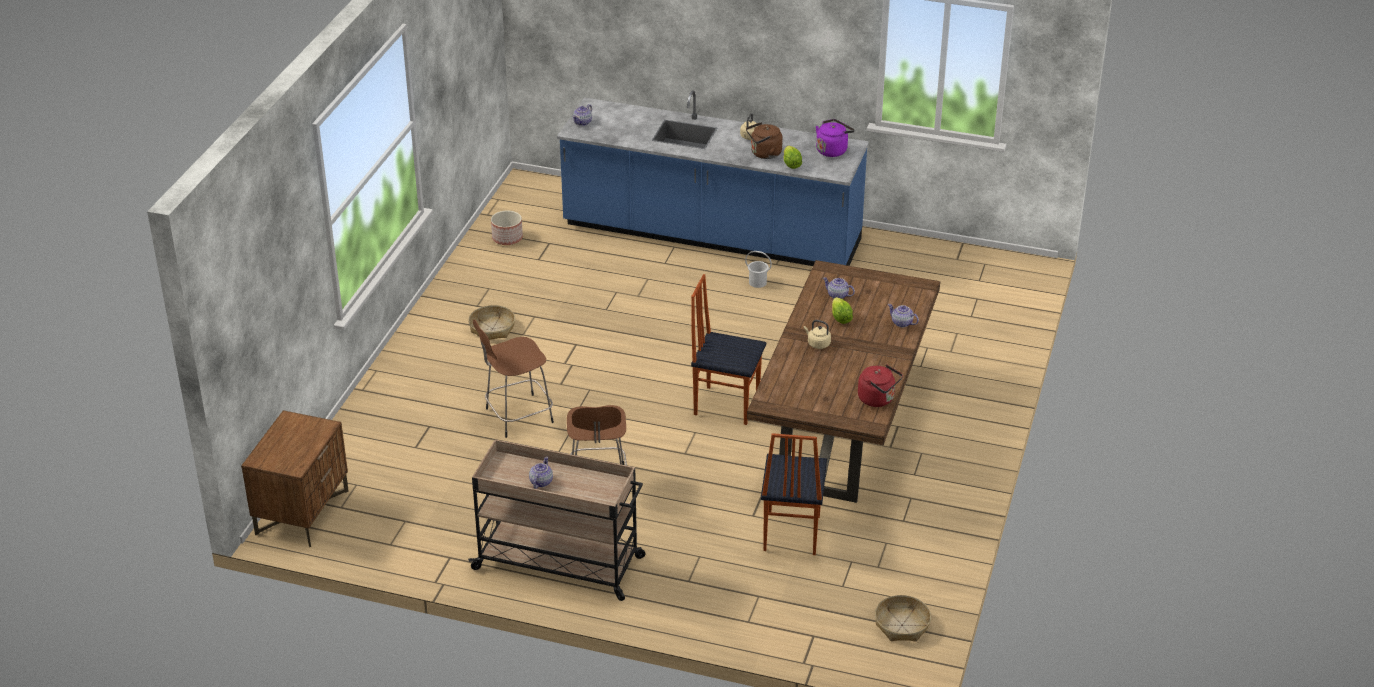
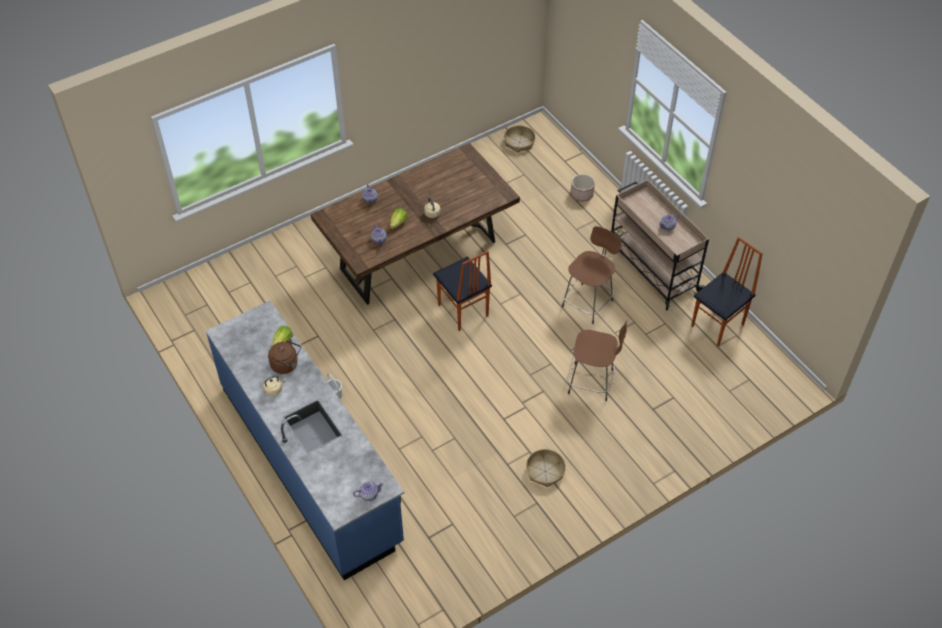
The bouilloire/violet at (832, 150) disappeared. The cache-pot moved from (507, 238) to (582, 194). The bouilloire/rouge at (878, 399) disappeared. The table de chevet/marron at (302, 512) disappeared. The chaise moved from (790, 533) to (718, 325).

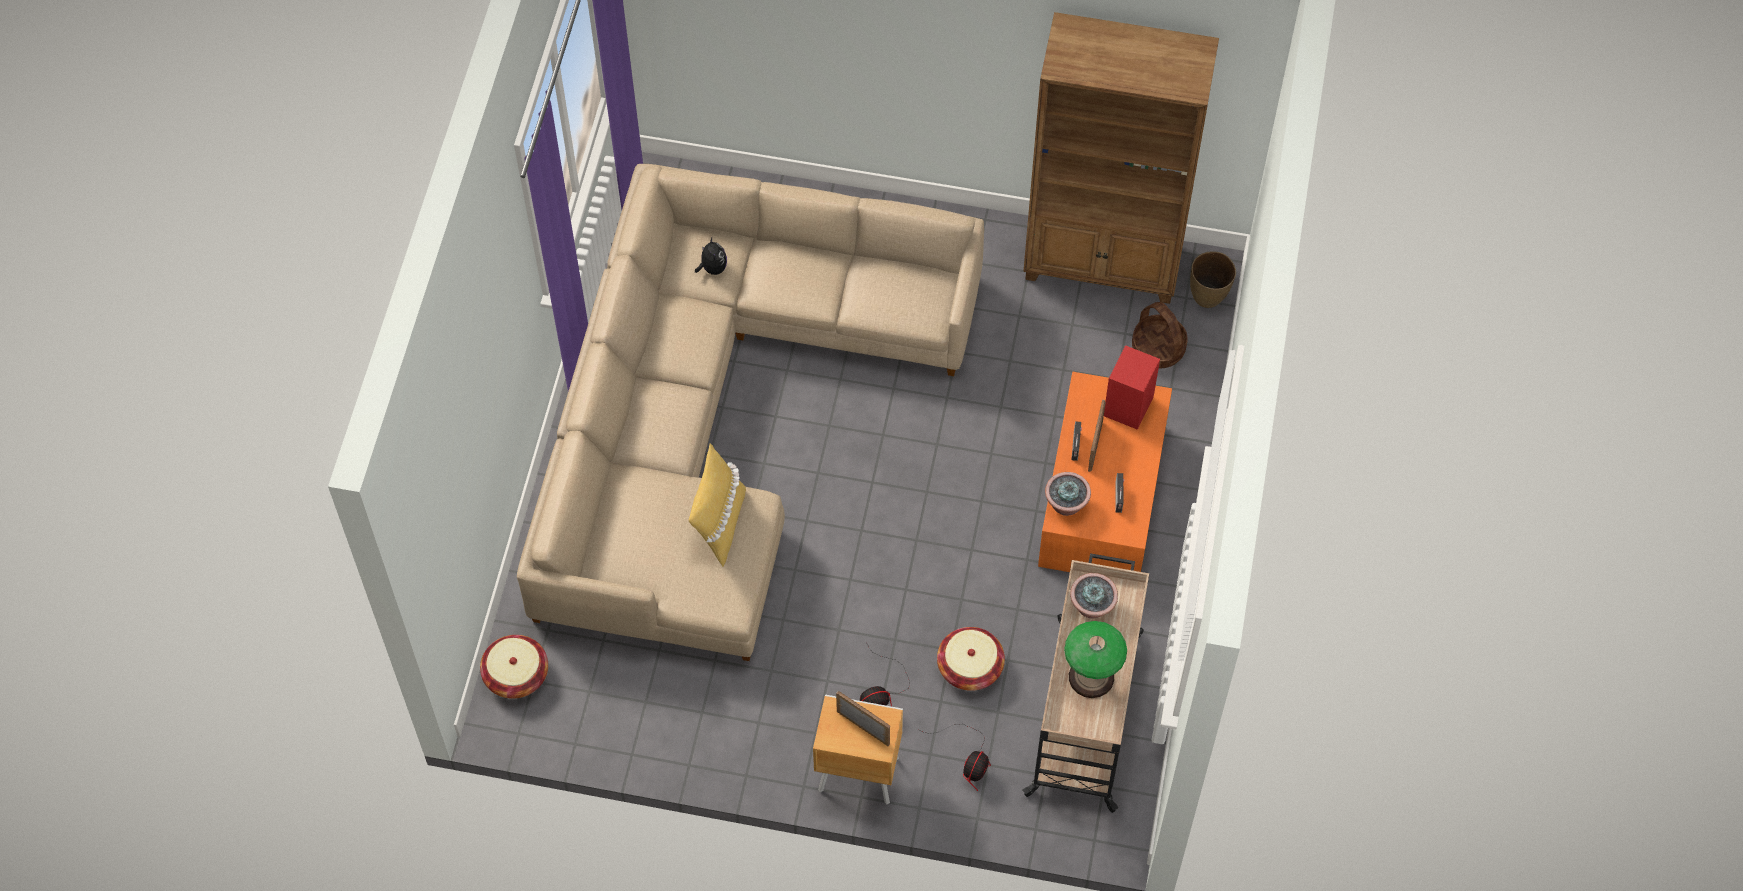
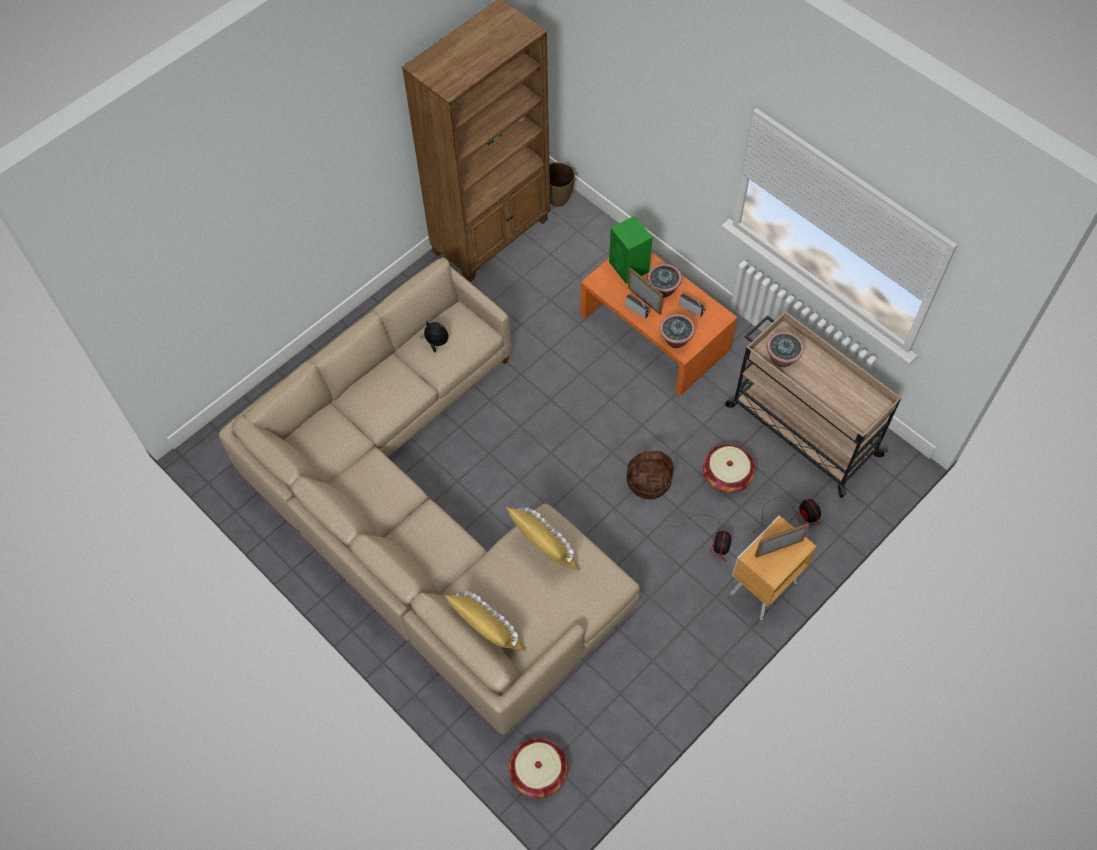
The peluche moved from (712, 268) to (436, 343). The panier moved from (1158, 348) to (648, 481). The enceinte/rouge at (1127, 407) became the enceinte/vert at (629, 267). The lampe de table at (1091, 676) disappeared. The plante en pot at (663, 290) appeared. The coussin/jaune at (487, 635) appeared.

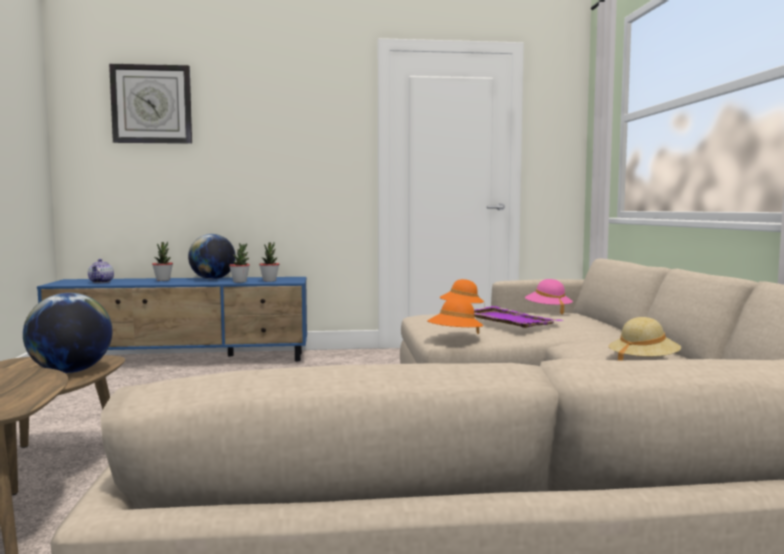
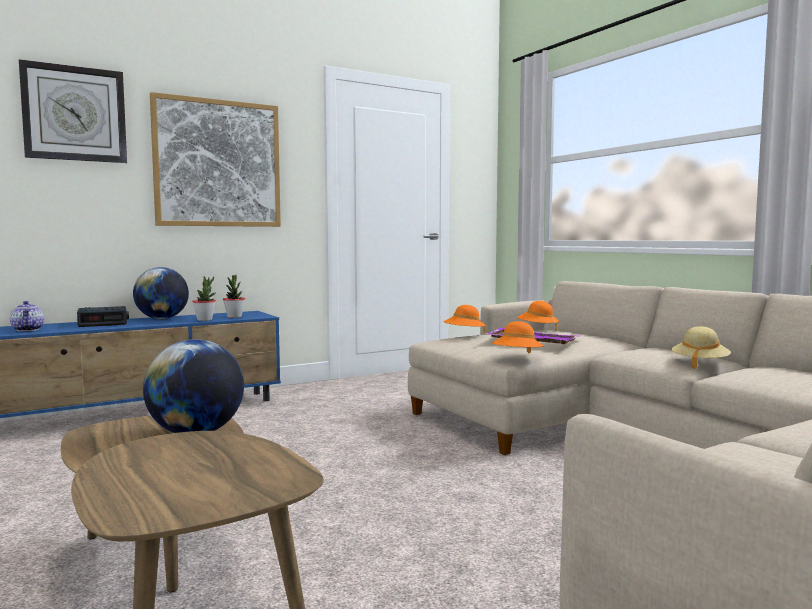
The plante en pot at (163, 280) was replaced by the réveil at (103, 323). The chapeau/rose at (548, 311) became the chapeau/orange at (537, 329). The tableau at (218, 164) appeared.

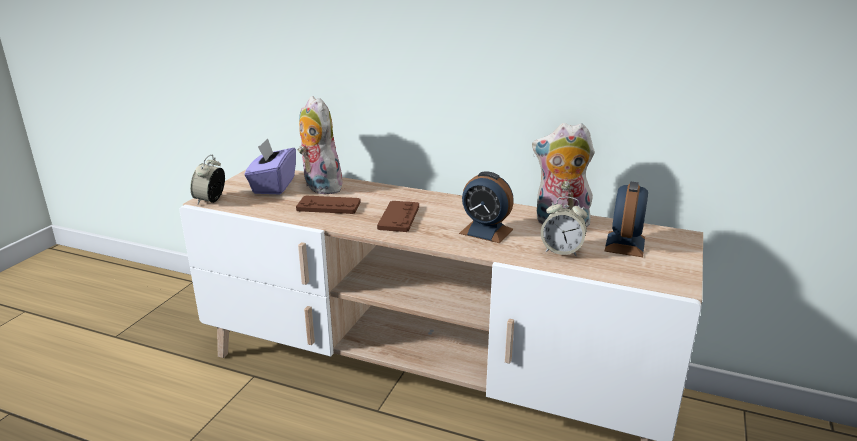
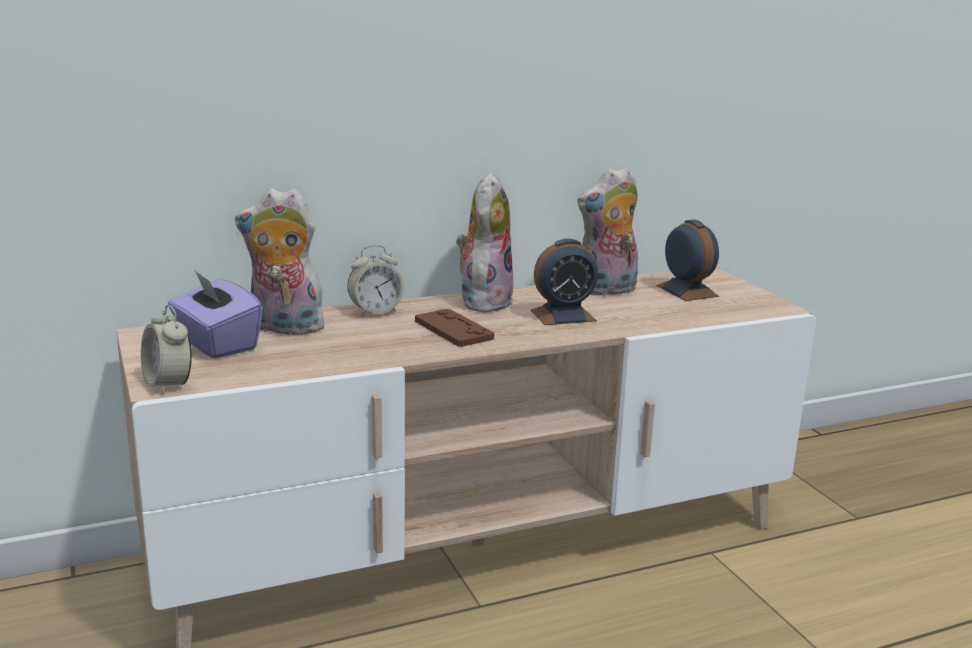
The manette/marron at (328, 206) disappeared. The réveil moved from (561, 251) to (375, 311). The peluche at (483, 301) appeared.

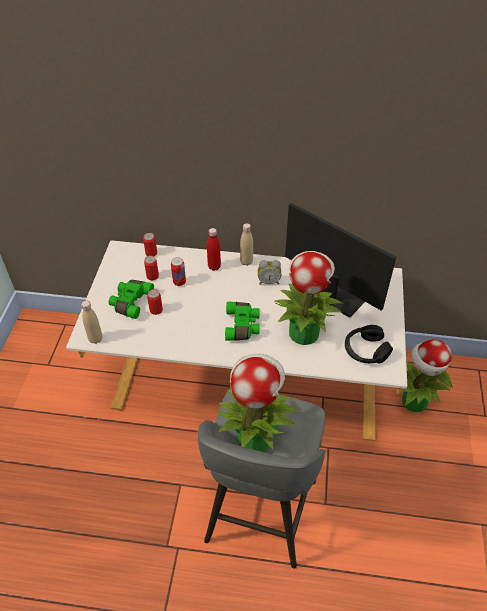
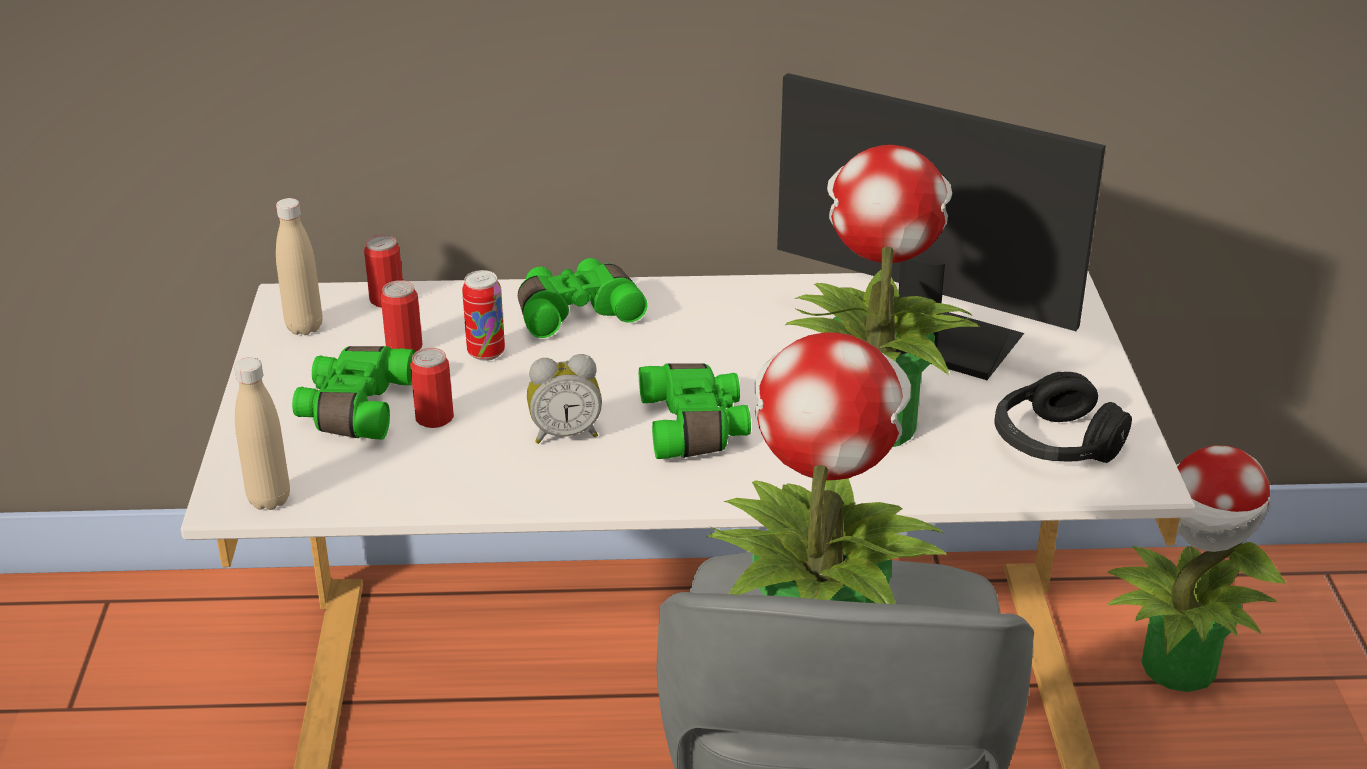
The bouteille/beige moved from (246, 262) to (304, 327). The bouteille/rouge at (214, 267) was replaced by the jumelles/vert at (576, 311). The réveil moved from (268, 281) to (565, 433).

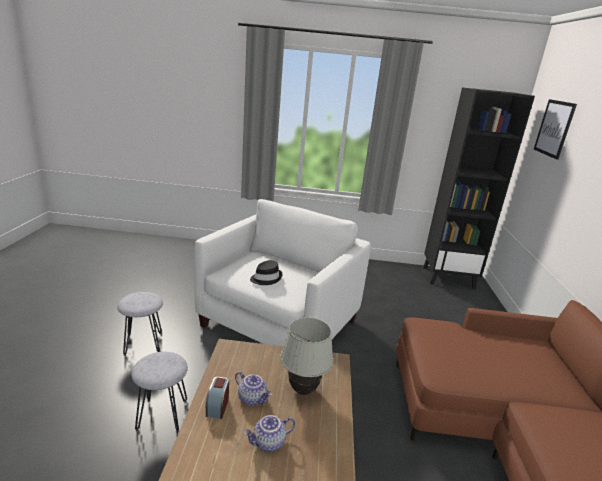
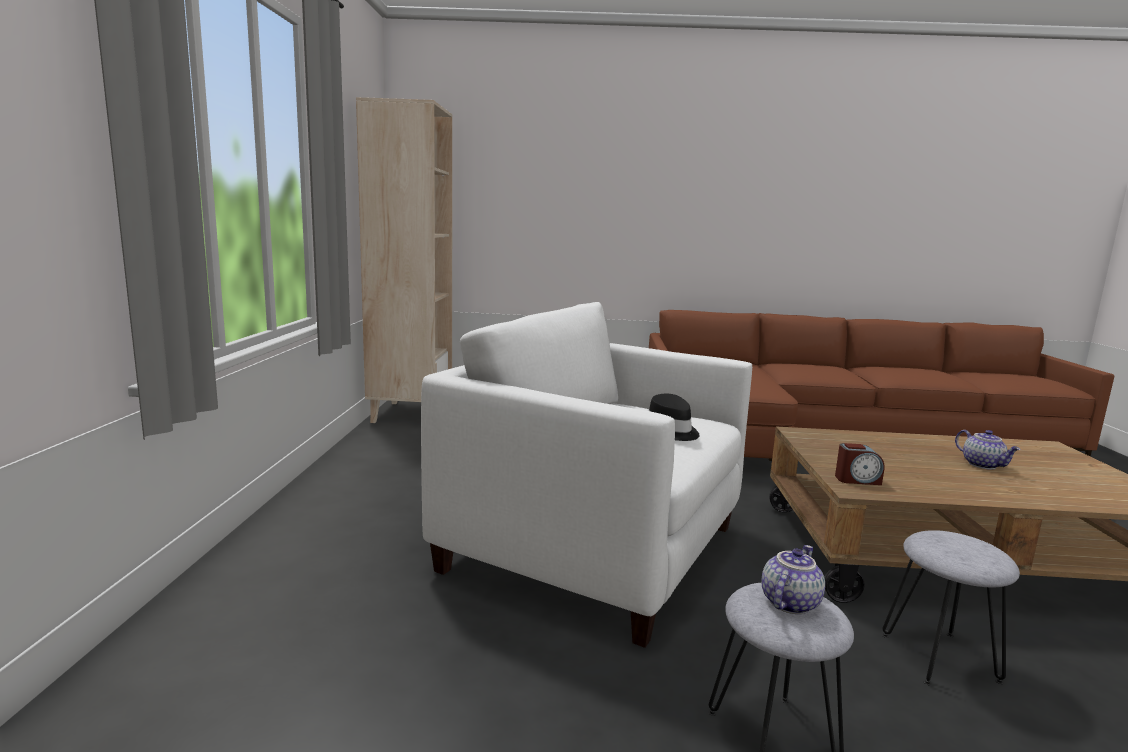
The bibliothèque/noir at (448, 277) became the bibliothèque/beige at (410, 413). The tableau at (554, 128) disappeared. The lampe de table/blanc at (303, 390) disappeared. The théière moved from (253, 398) to (788, 602). The réveil moved from (217, 406) to (857, 480).

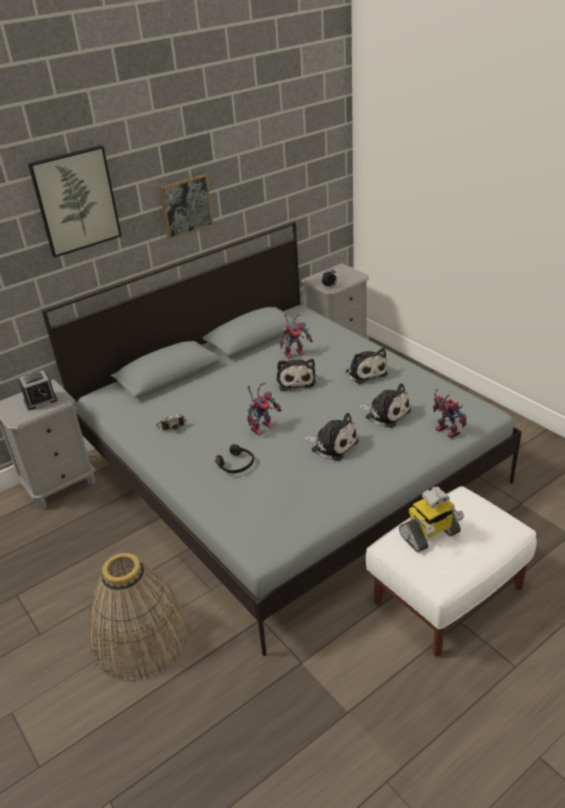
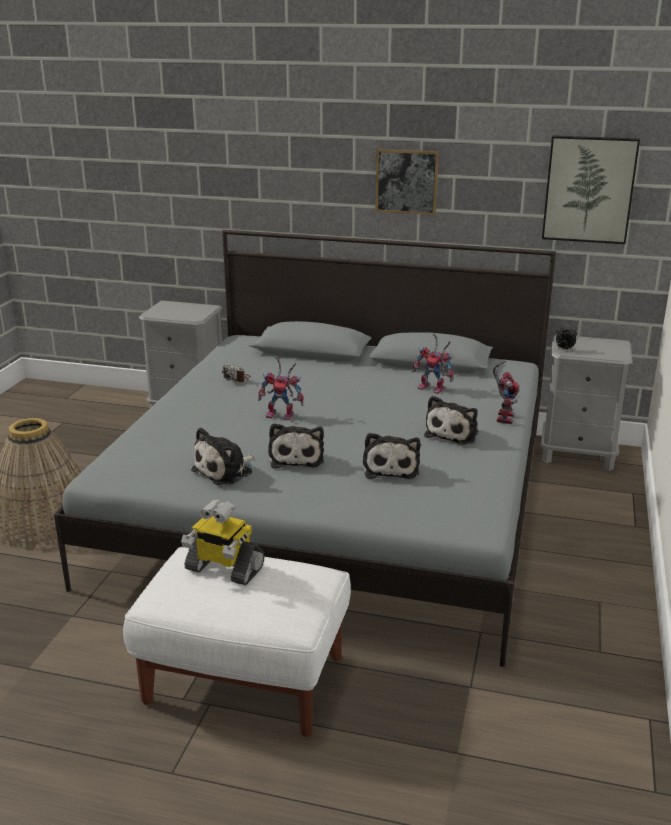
The tableau moved from (76, 201) to (589, 189). The peluche moved from (295, 380) to (225, 471). The réveil at (40, 400) disappeared. The robot jouet moved from (444, 431) to (503, 417). The casque audio/noir at (236, 464) disappeared.

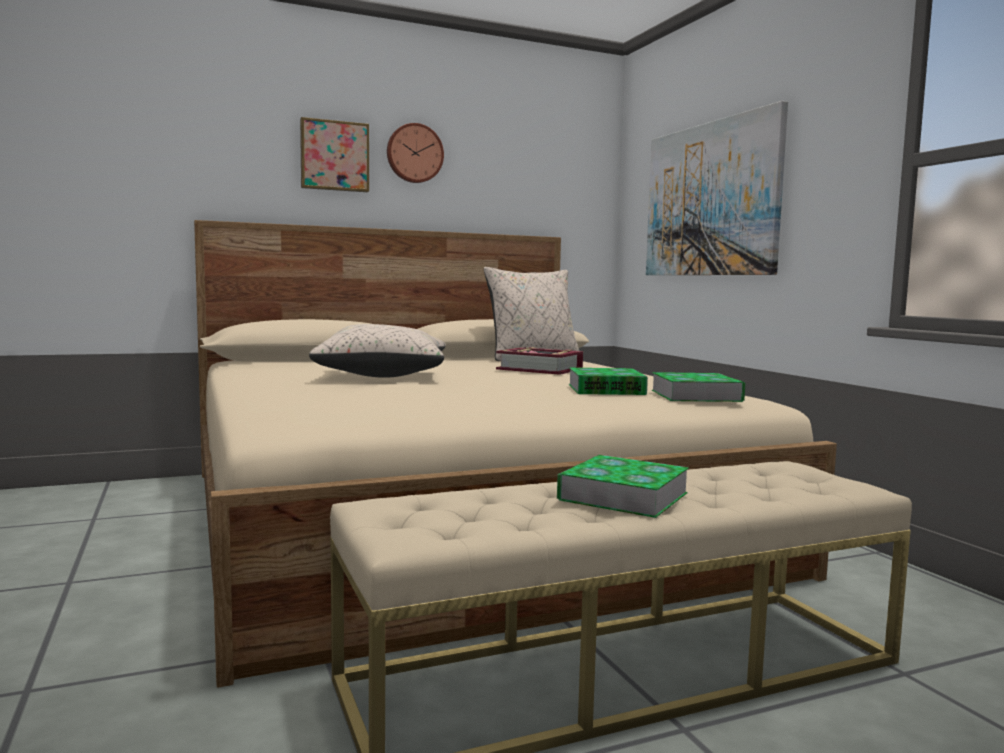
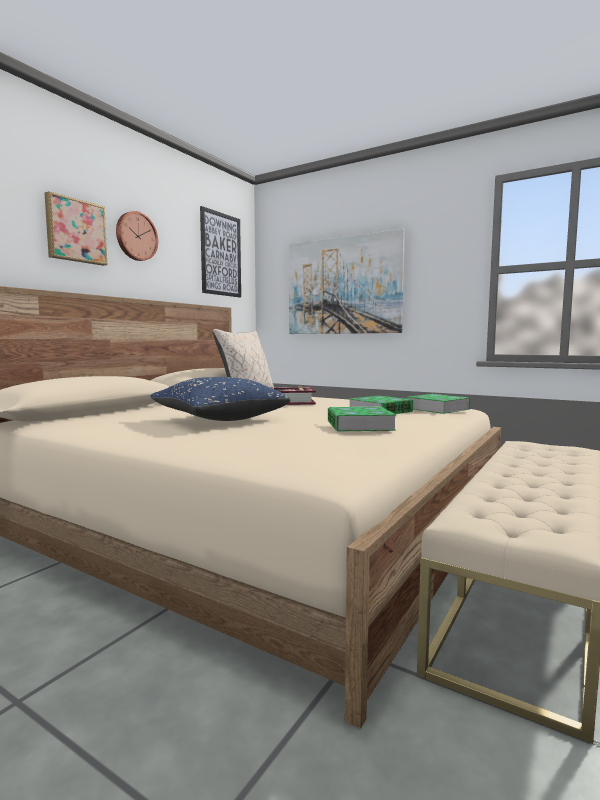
The coussin/beige at (383, 375) became the coussin/bleu at (219, 419). The livre moved from (623, 496) to (359, 425). The tableau at (221, 254) appeared.

